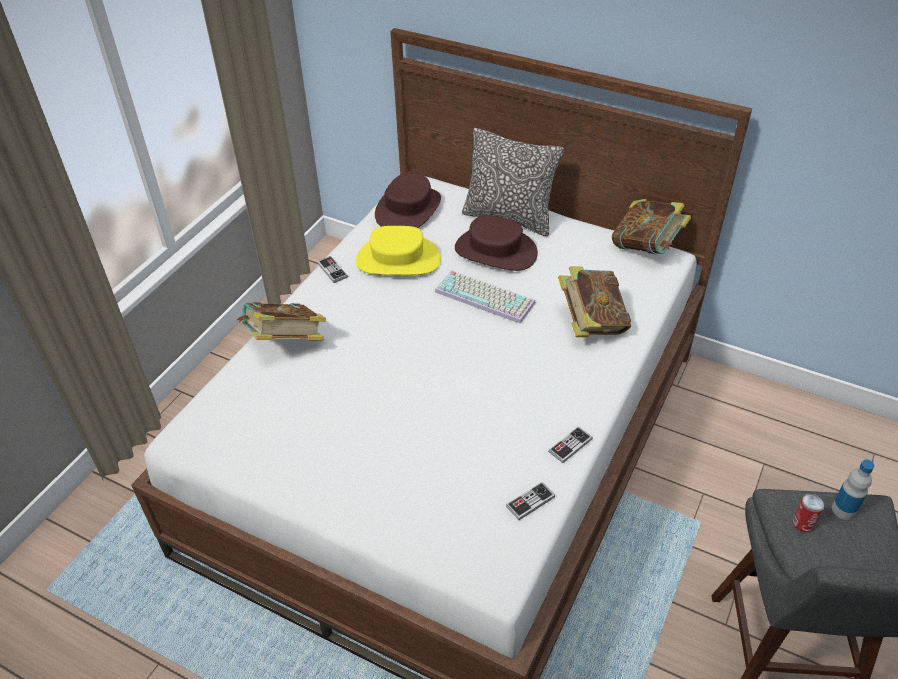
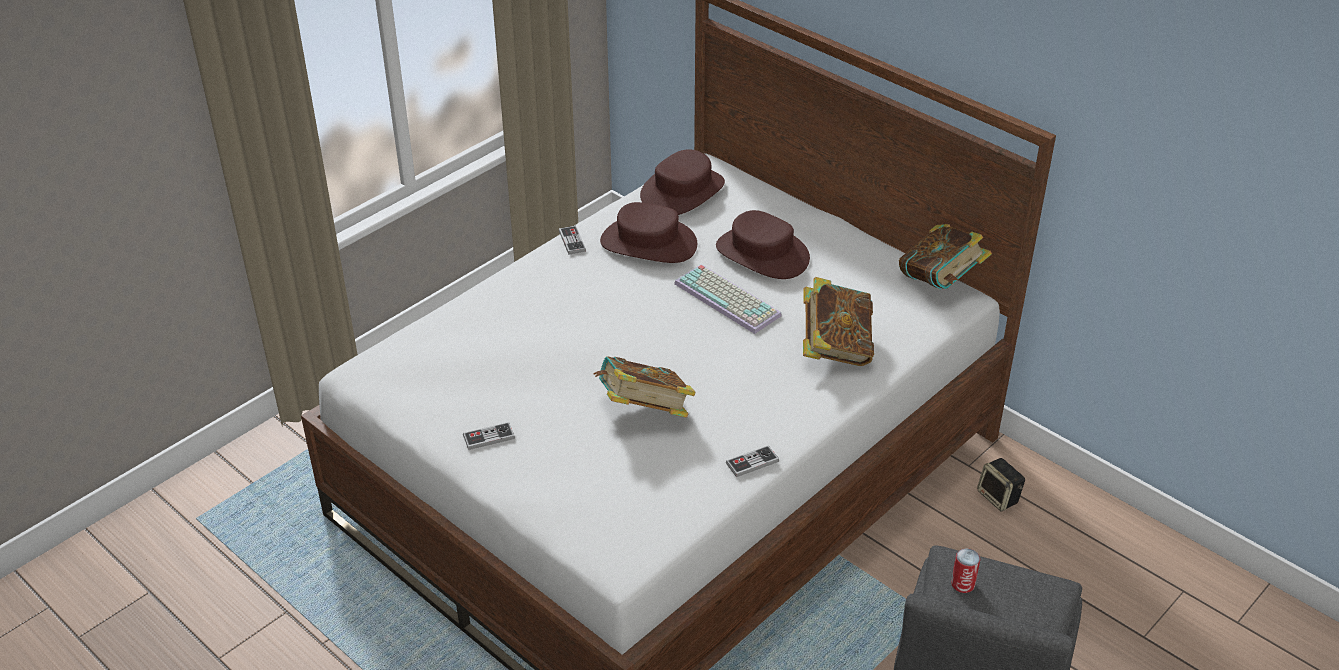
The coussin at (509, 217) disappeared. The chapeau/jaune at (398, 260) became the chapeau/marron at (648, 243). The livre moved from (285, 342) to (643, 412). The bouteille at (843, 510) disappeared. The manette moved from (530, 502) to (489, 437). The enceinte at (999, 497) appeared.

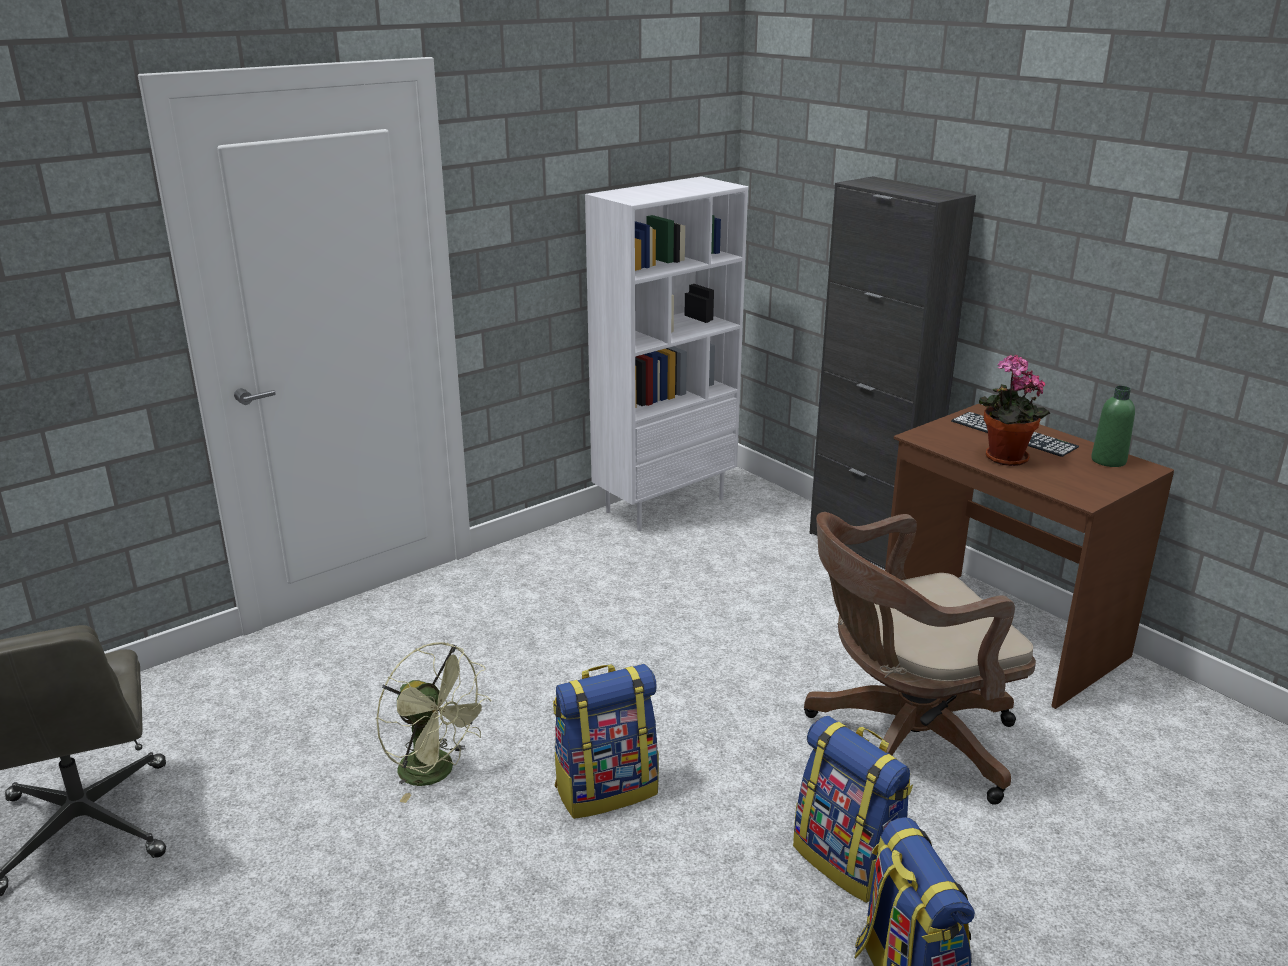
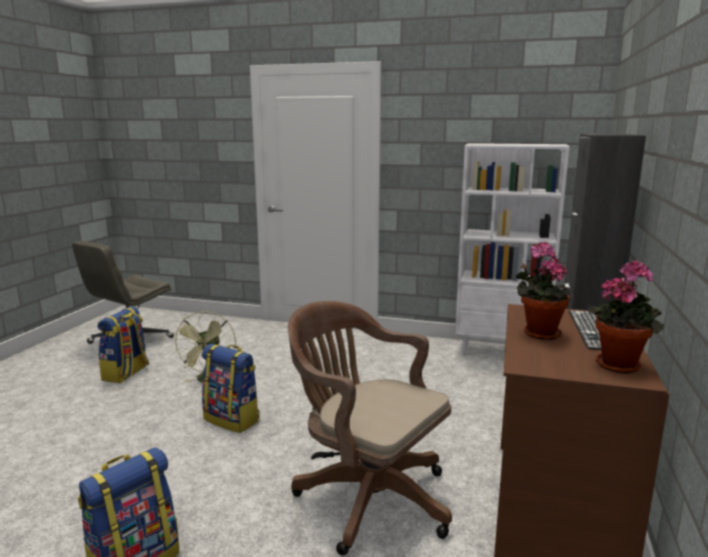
The bouteille/vert at (1108, 461) was replaced by the plante en pot at (620, 364). The sac à dos moved from (849, 861) to (126, 373).

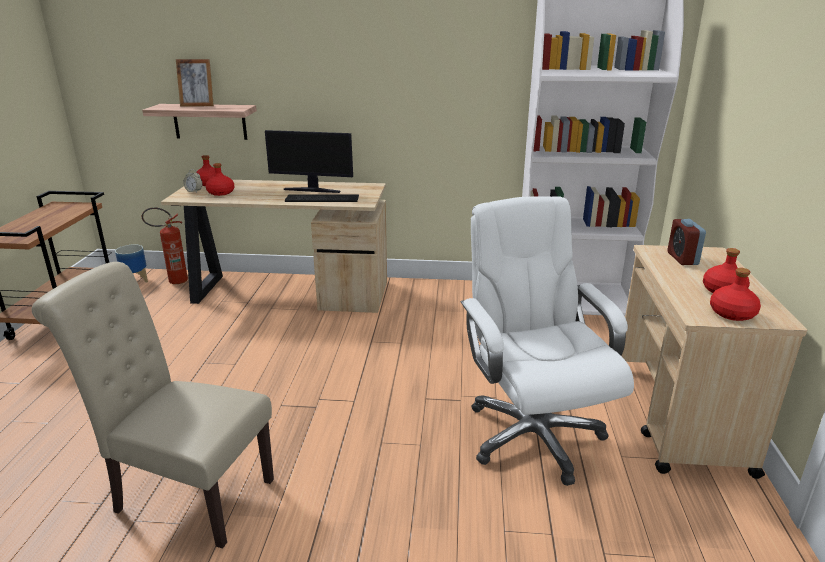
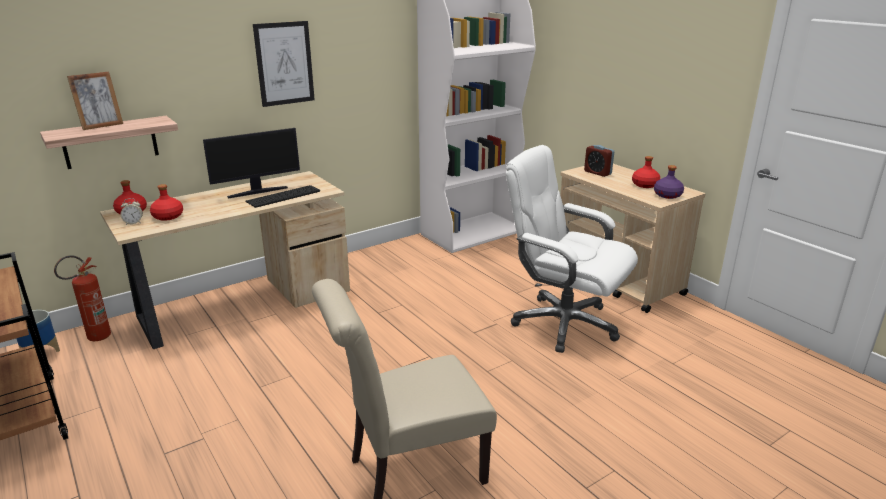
The bouteille/rouge at (732, 314) became the bouteille/violet at (668, 195). The tableau at (284, 63) appeared.

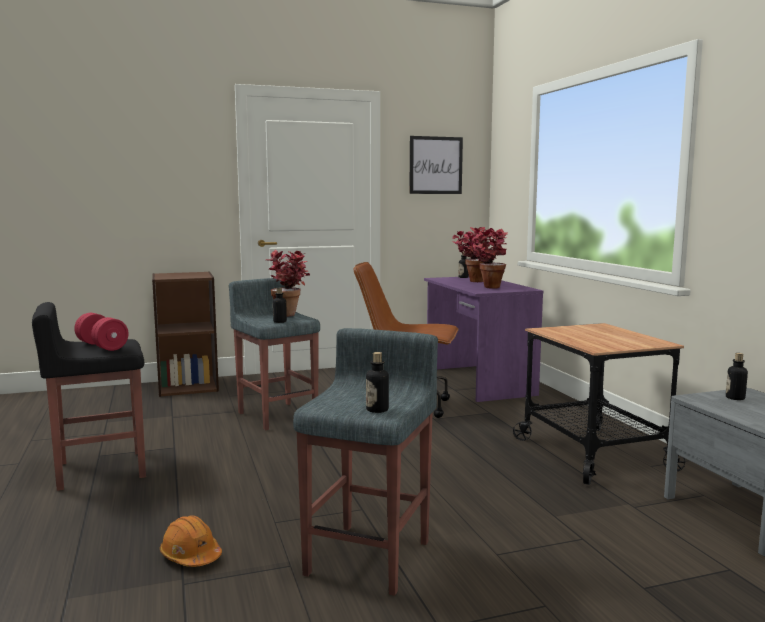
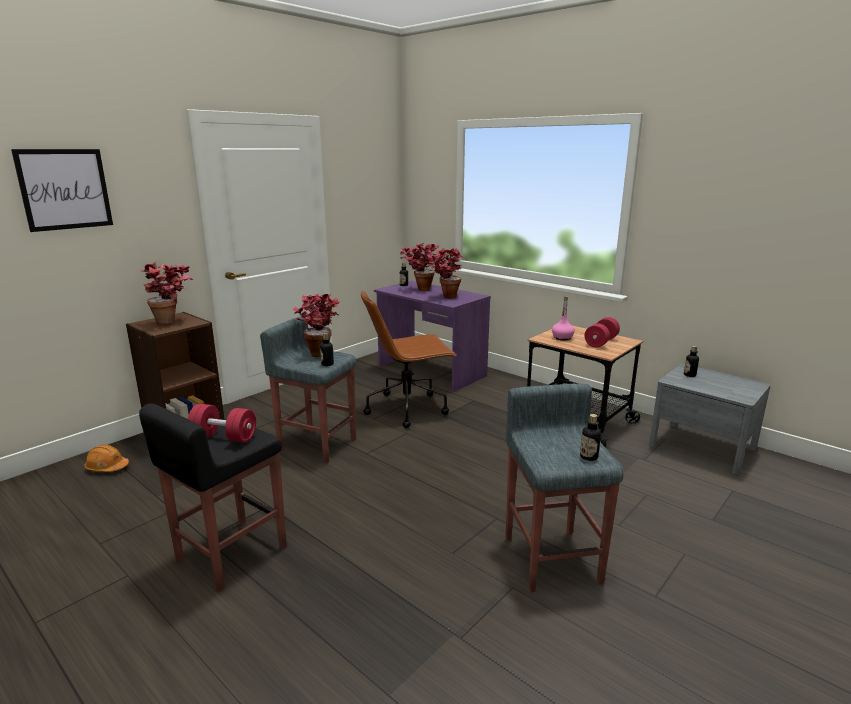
The tableau moved from (435, 165) to (65, 189). The casque de chantier/orange moved from (191, 556) to (107, 467). The plante en pot at (173, 322) appeared. The bouteille/rose at (562, 338) appeared. The haltère/rouge at (601, 342) appeared.

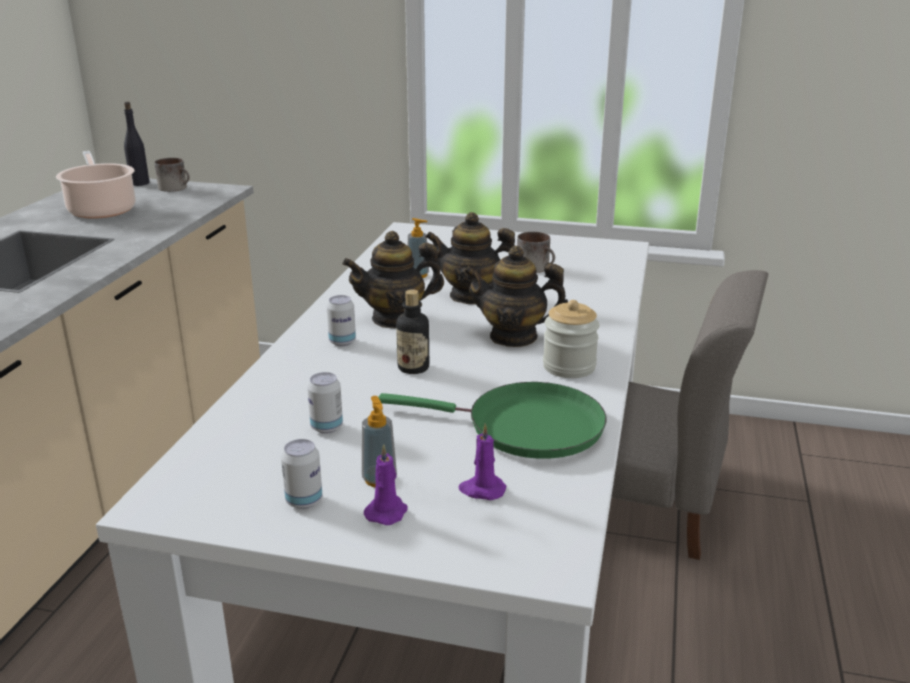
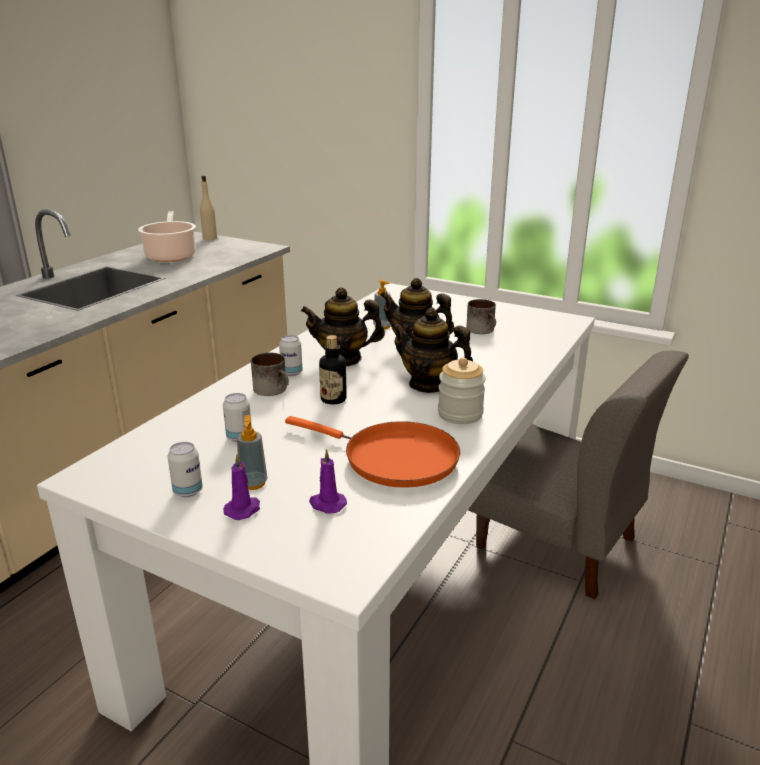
The bouteille/noir at (140, 183) became the bouteille/beige at (210, 238). The mug moved from (176, 188) to (274, 389). The poêle/vert at (526, 427) became the poêle/orange at (393, 459).

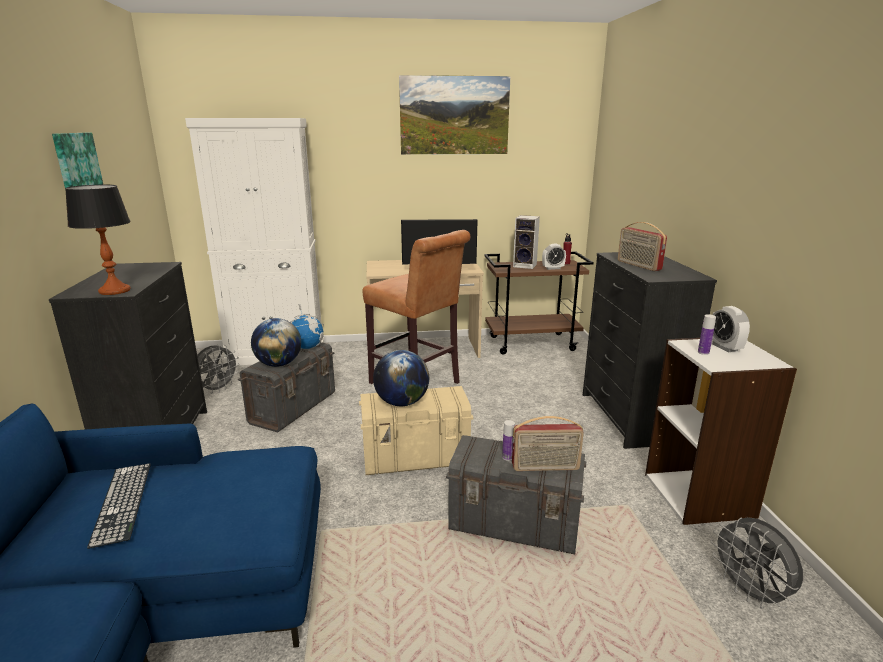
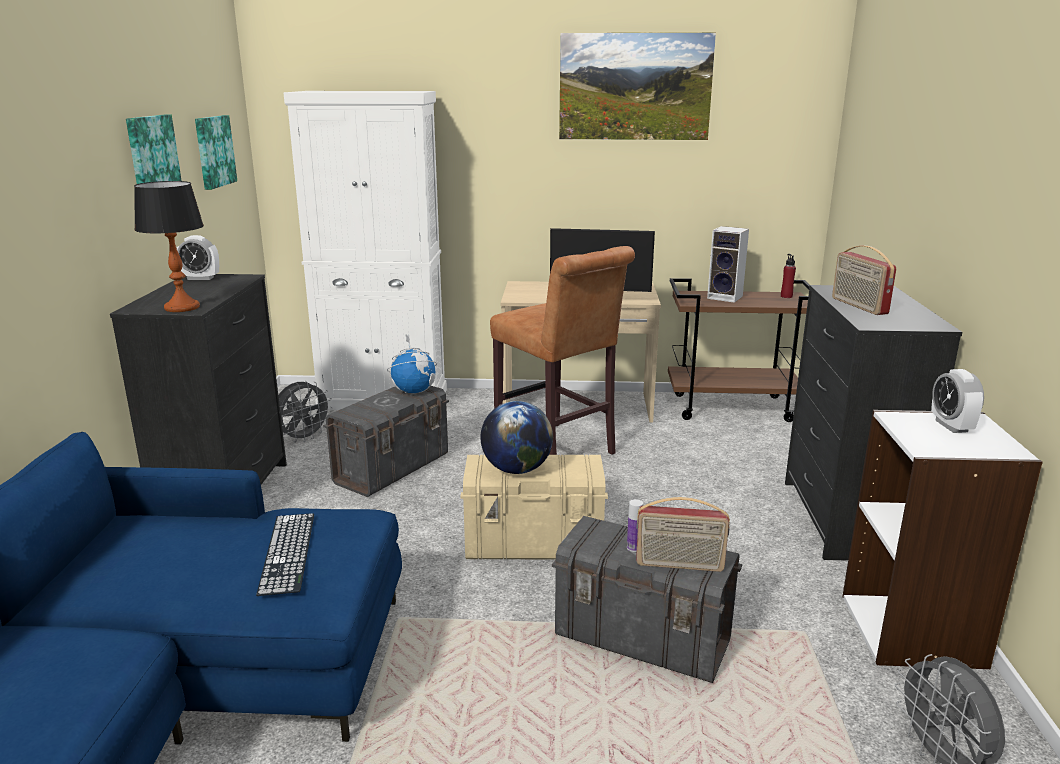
The réveil moved from (553, 268) to (200, 278). The bouteille at (703, 352) disappeared. The globe at (279, 364) disappeared. The clavier moved from (122, 502) to (287, 552). The tableau at (213, 151) appeared.

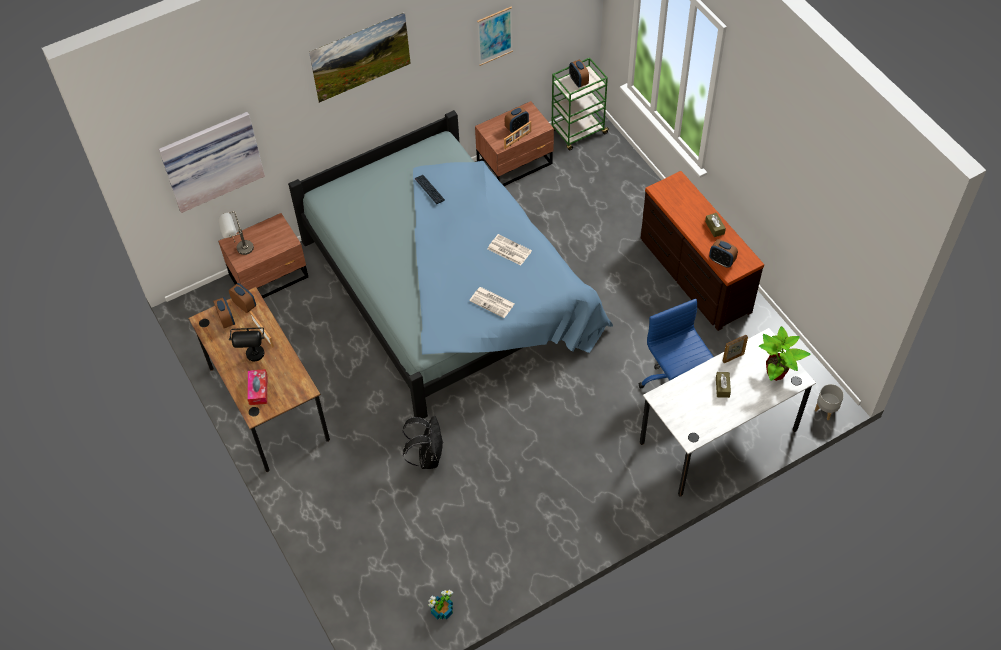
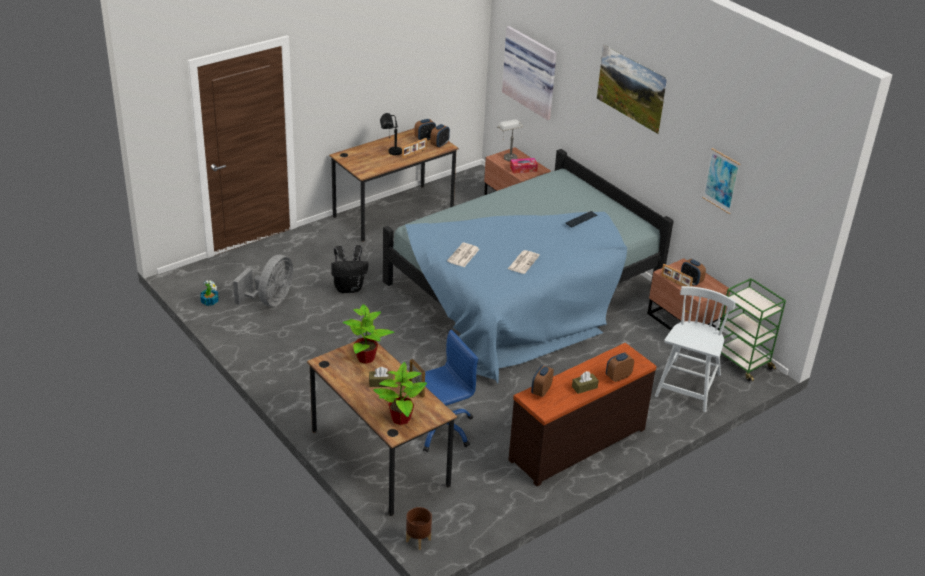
The réveil moved from (578, 81) to (618, 377). The bureau/blanc at (718, 436) became the bureau/marron at (379, 458). The boîte à mouchoirs moved from (258, 390) to (523, 169). The cache-pot/gris at (826, 410) became the cache-pot/marron at (418, 540). The ventilateur/gris at (270, 301) appeared. The chaise/blanc at (688, 387) appeared. The plante en pot at (366, 358) appeared.

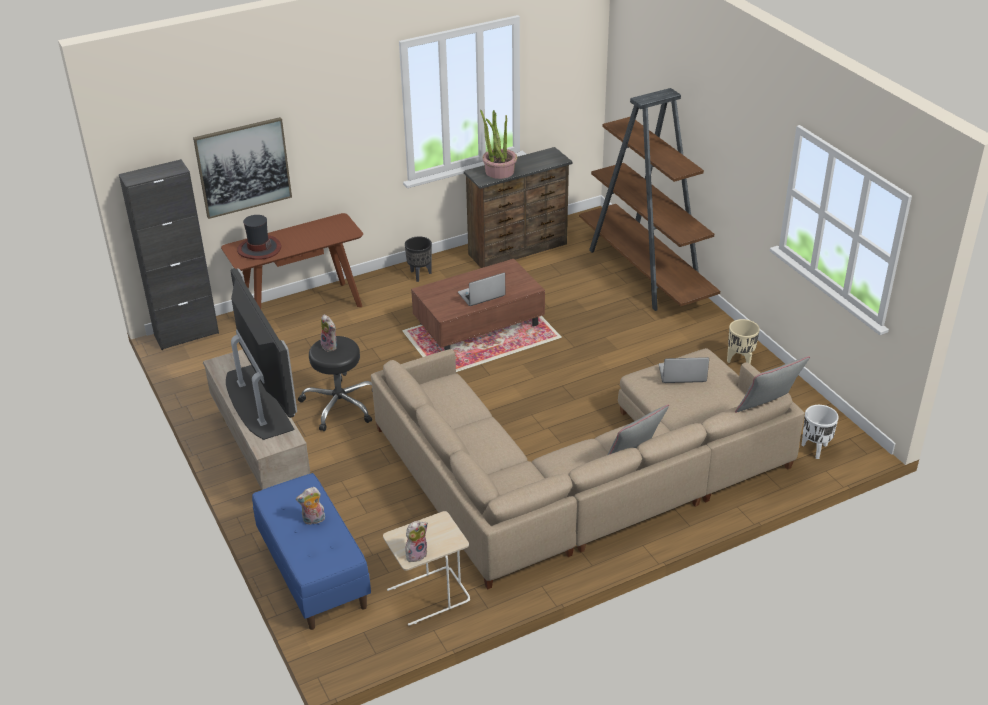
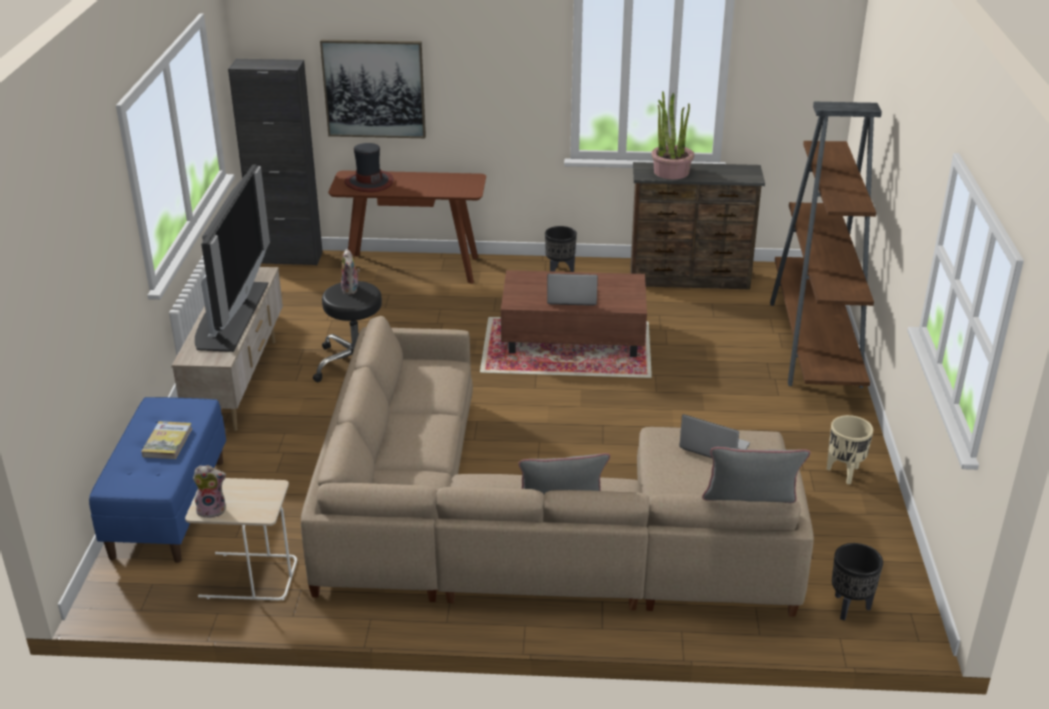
The cache-pot/blanc at (815, 449) became the cache-pot/noir at (849, 608). The peluche at (313, 520) was replaced by the livre at (167, 442).

